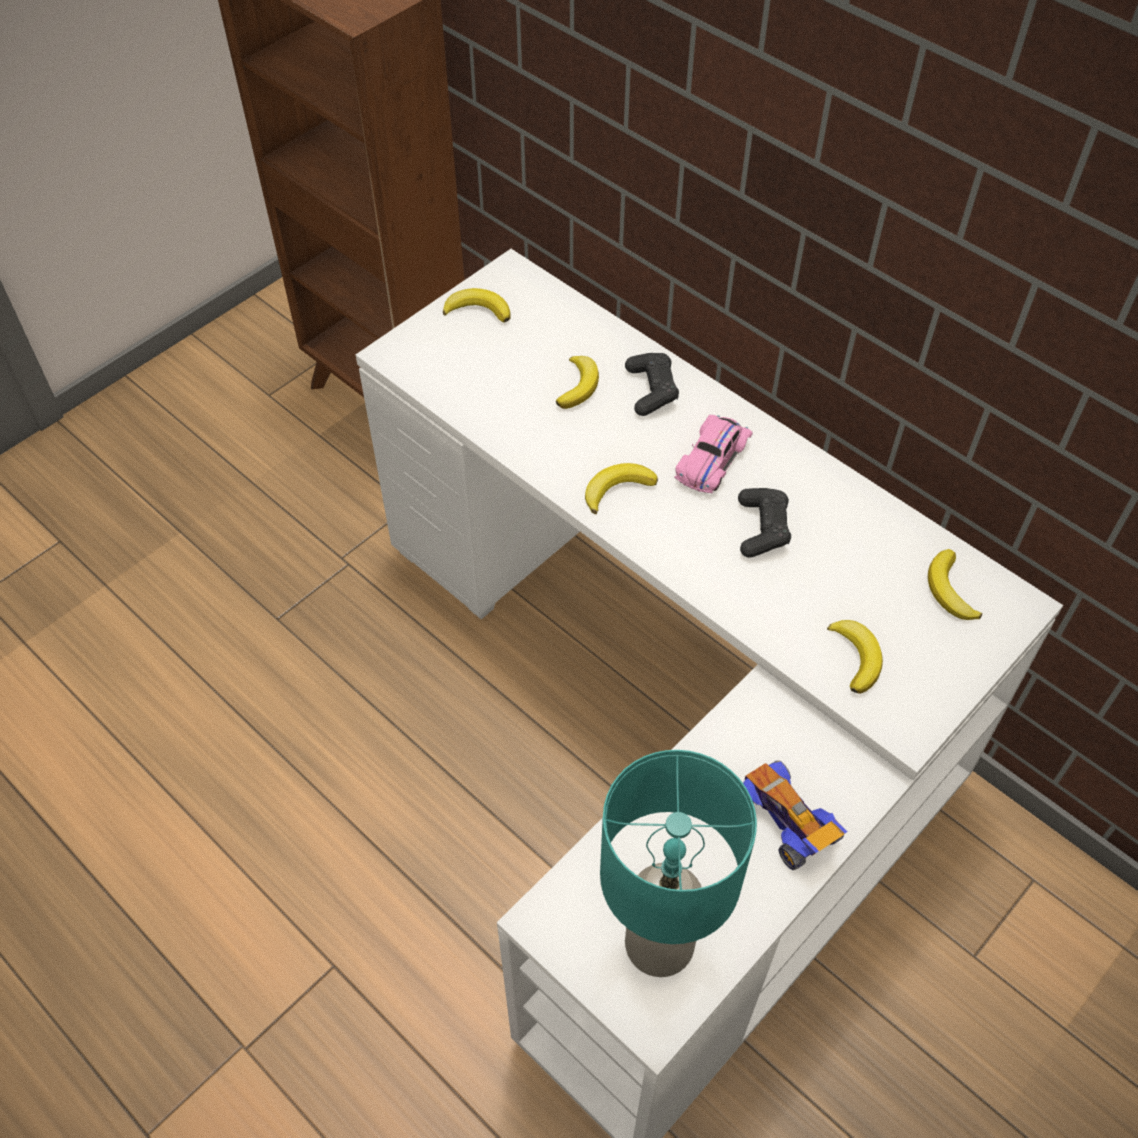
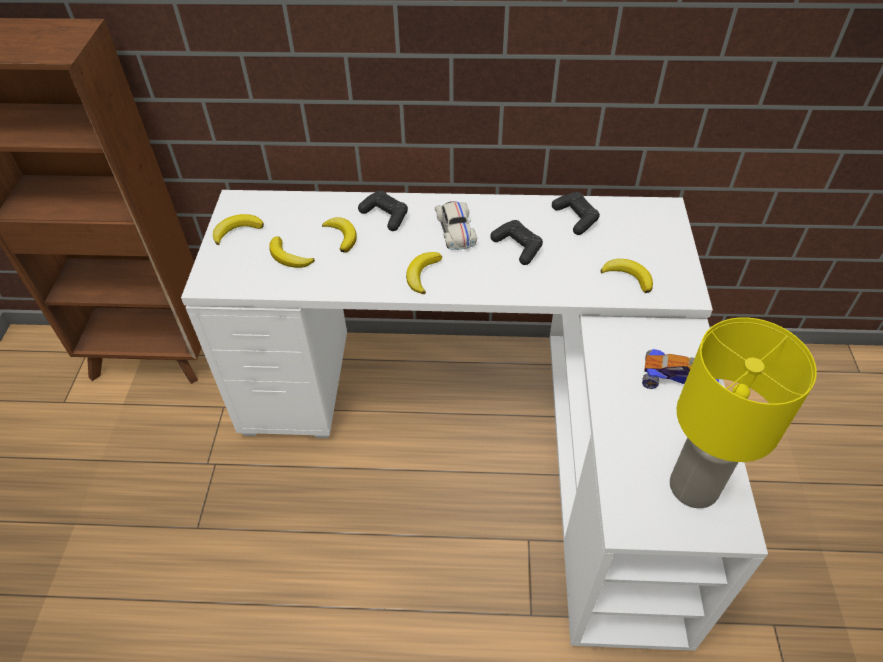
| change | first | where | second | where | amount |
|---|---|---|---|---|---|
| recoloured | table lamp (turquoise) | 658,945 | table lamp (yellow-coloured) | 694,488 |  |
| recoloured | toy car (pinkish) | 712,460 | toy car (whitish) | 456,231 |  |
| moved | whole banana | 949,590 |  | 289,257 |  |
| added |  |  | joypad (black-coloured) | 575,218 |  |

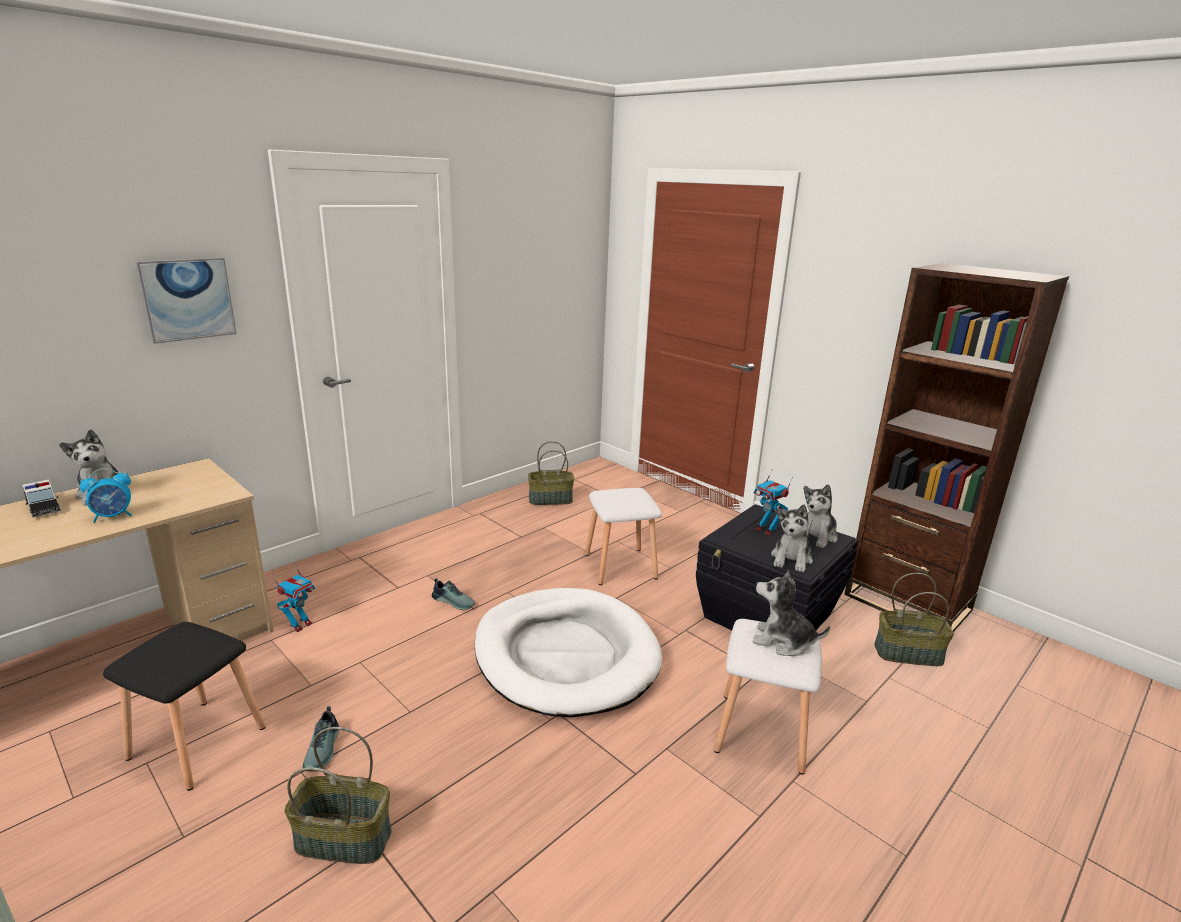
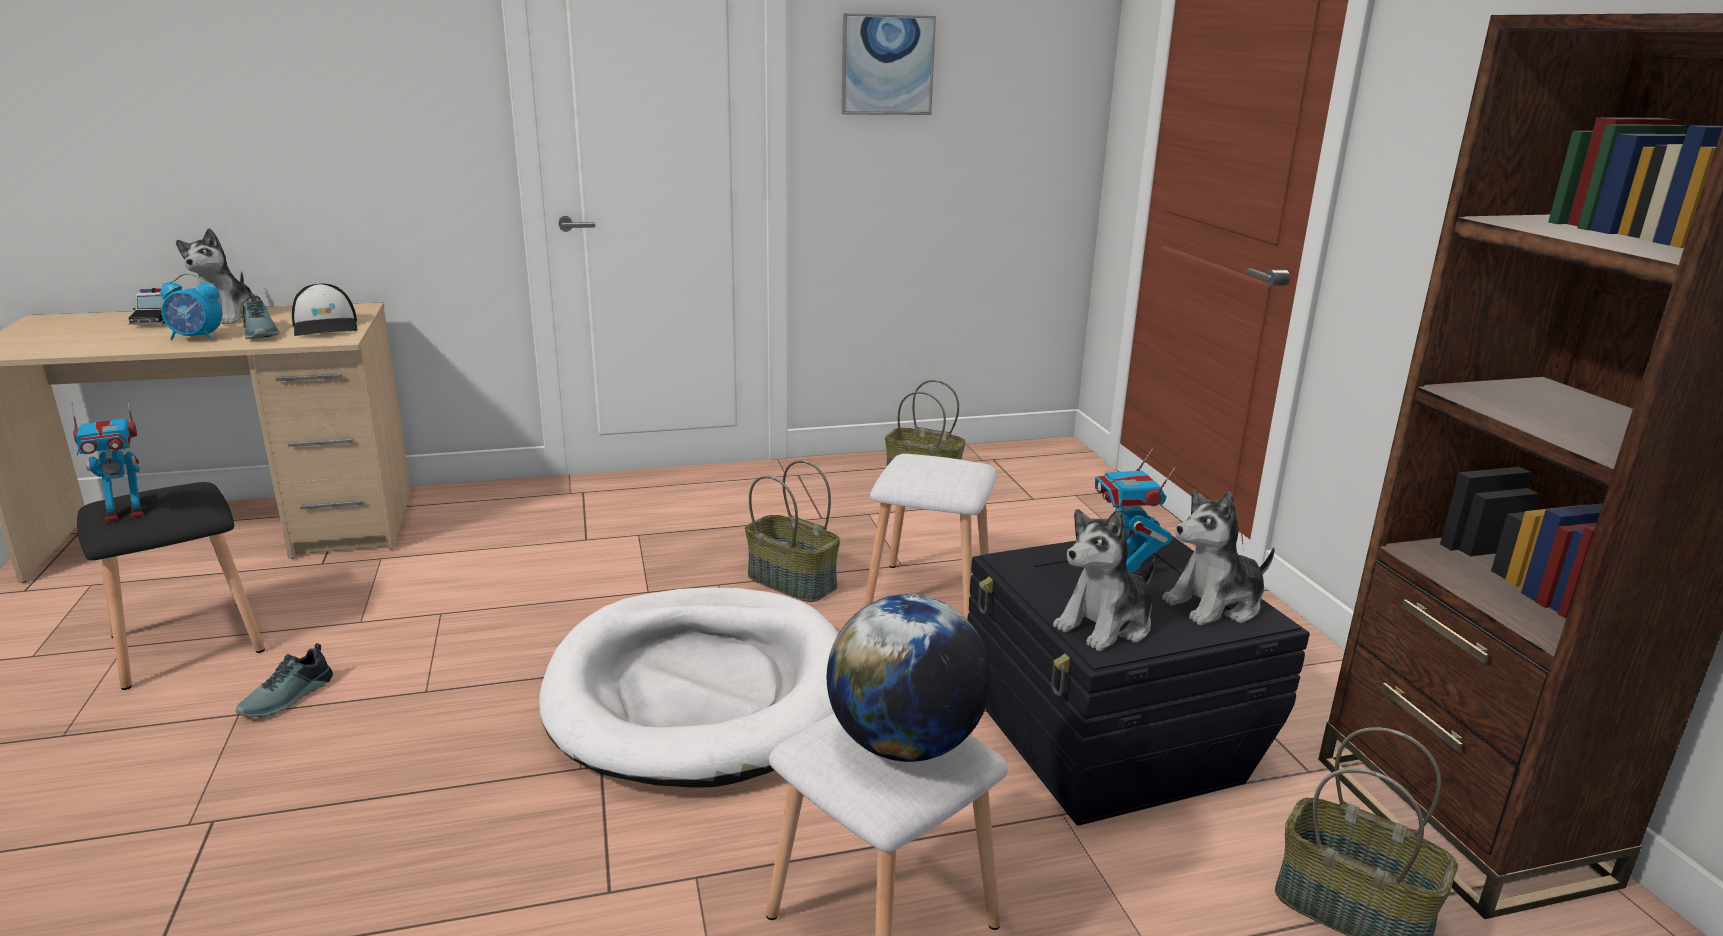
| change | first | where | second | where | amount |
|---|---|---|---|---|---|
| moved | wall art | 187,299 |  | 887,65 |  |
| moved | model robot | 300,625 |  | 125,513 |  |
| moved | household basket | 345,838 |  | 793,581 |  |
| moved | shoe | 454,601 |  | 262,332 |  |
| replaced | soft toy | 783,641 | world globe | 905,744 |  |
| added |  |  | cap | 326,326 |  |

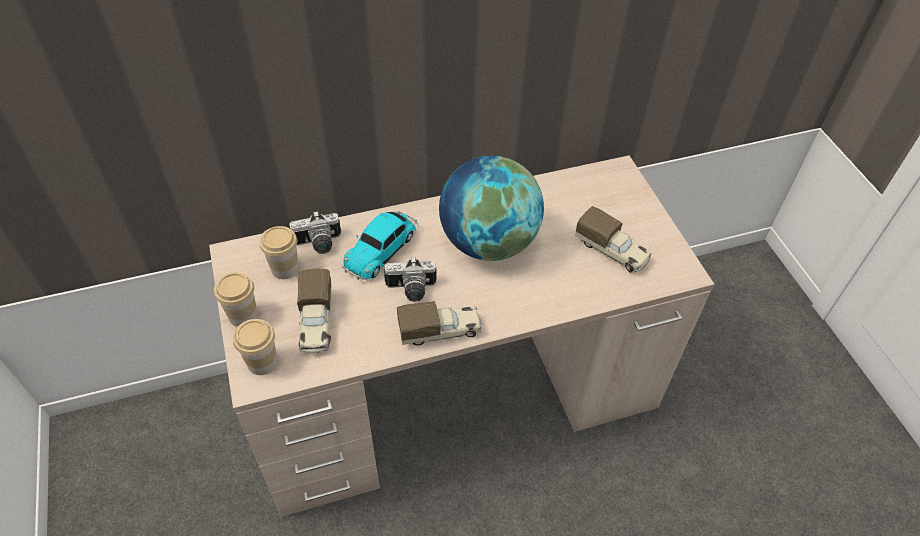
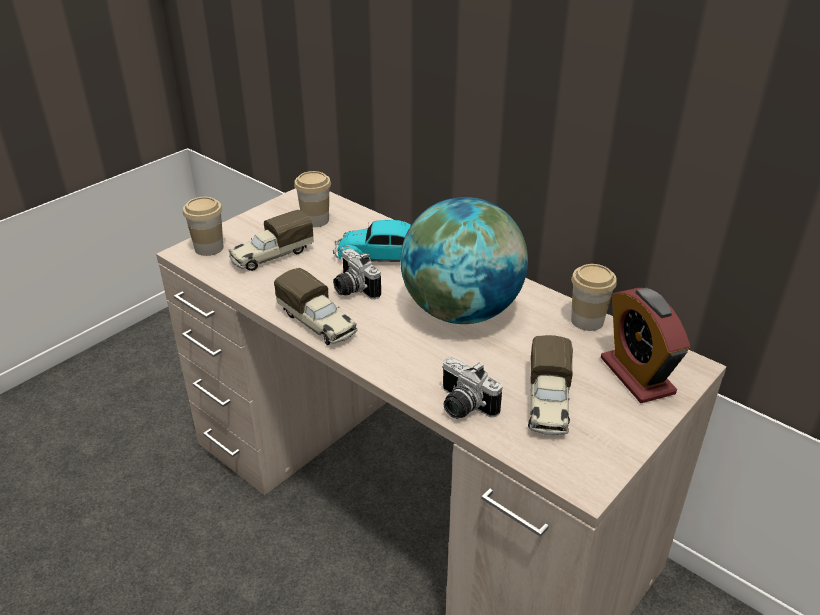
| change | first | where | second | where | amount |
|---|---|---|---|---|---|
| moved | cup | 243,315 |  | 587,321 |  |
| moved | photo camera | 318,244 |  | 462,406 |  |
| added |  |  | table clock | 637,376 |  |

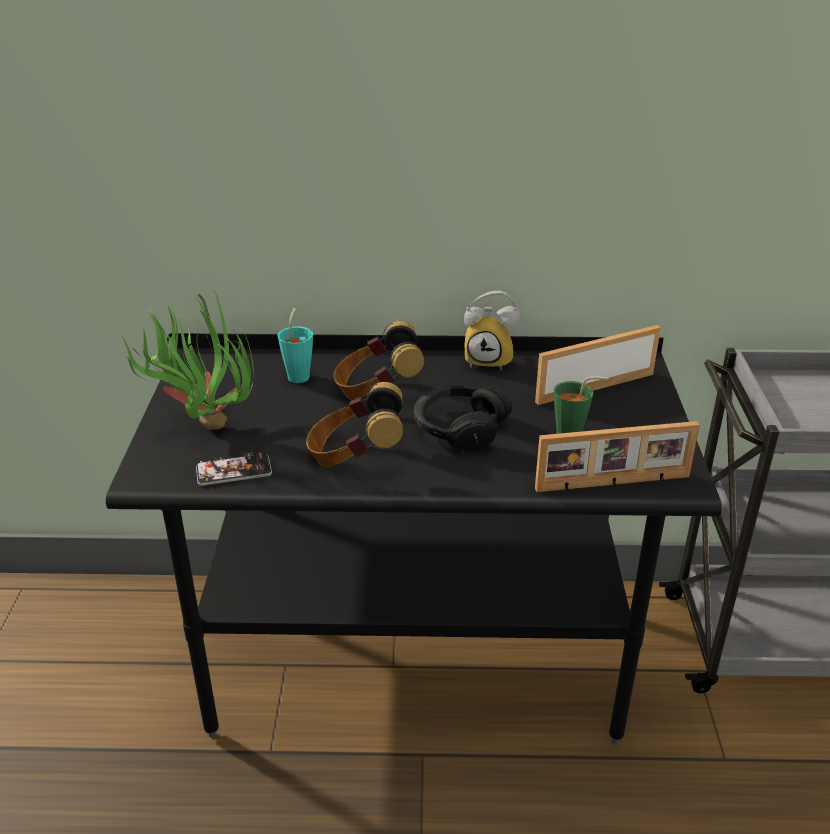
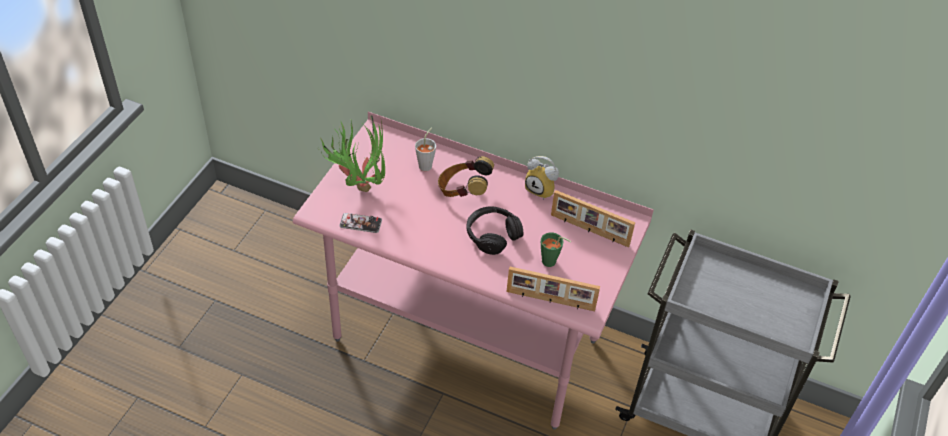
| change | first | where | second | where | amount |
|---|---|---|---|---|---|
| recoloured | desk (black-coloured) | 415,663 | desk (pinkish) | 466,339 |  |
| recoloured | cup (turquoise) | 299,374 | cup (gray) | 427,164 |  |
| removed | headset | 355,457 |  |  |  |
| turned | picture frame | 594,387 |  | 589,230 | 150 degrees counterclockwise |

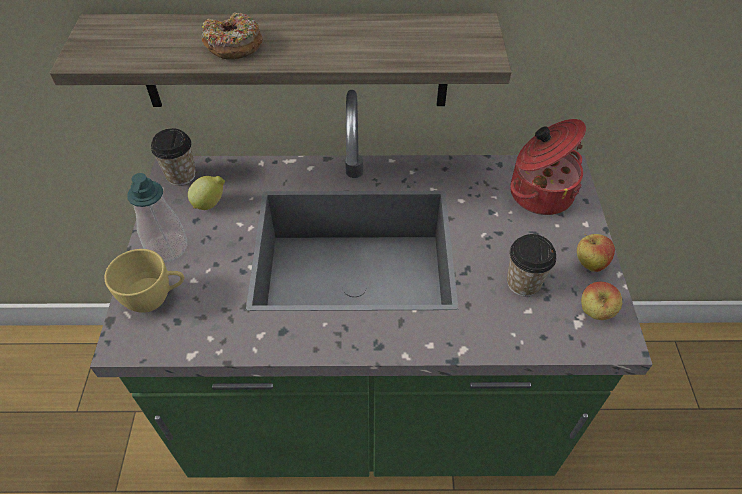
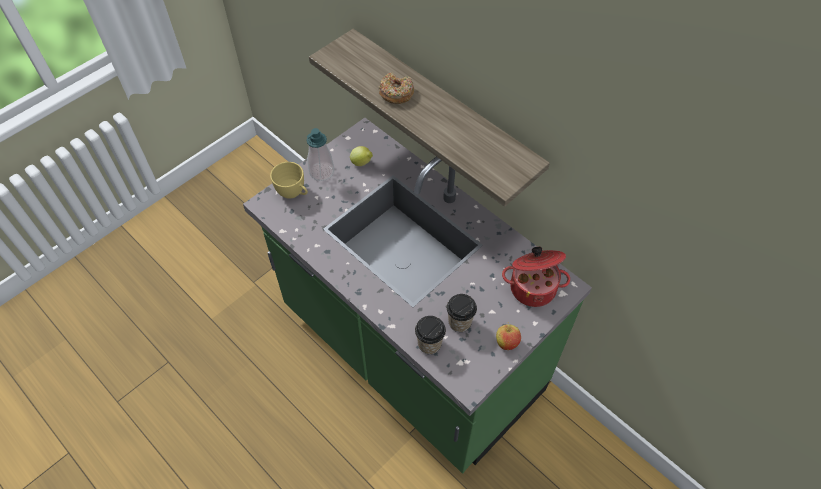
| change | first | where | second | where | amount |
|---|---|---|---|---|---|
| moved | cup | 181,175 |  | 429,344 |  |
| removed | apple fruit | 595,313 |  |  |  |

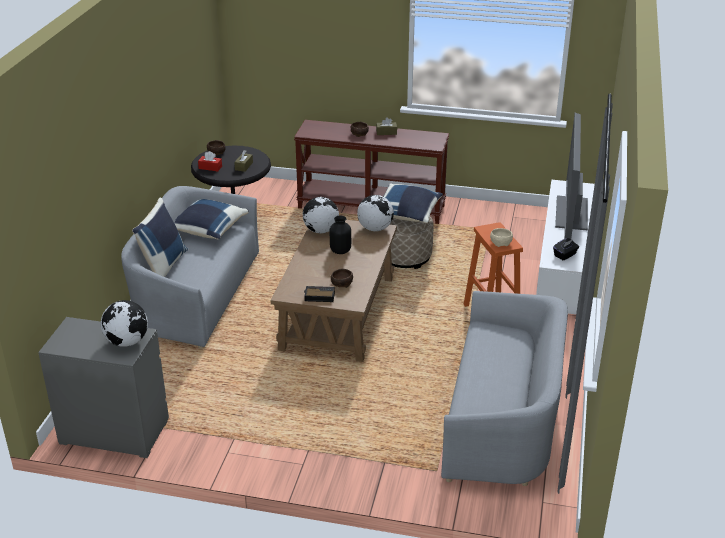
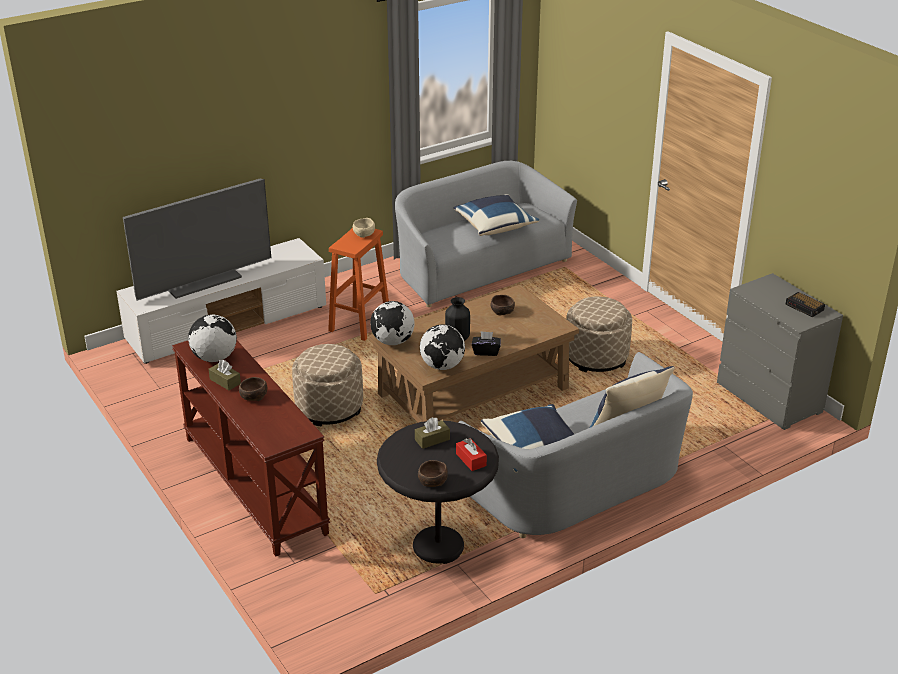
| change | first | where | second | where | amount |
|---|---|---|---|---|---|
| moved | world globe | 127,342 |  | 214,358 |  |
| moved | table clock | 319,296 |  | 805,307 |  |
| moved | pillow (blue-coloured) | 407,215 |  | 494,226 |  |
| moved | tissue holder (black-coloured) | 565,255 |  | 486,351 |  |
| added |  |  | ottoman (beige-coloured) | 596,357 |  |

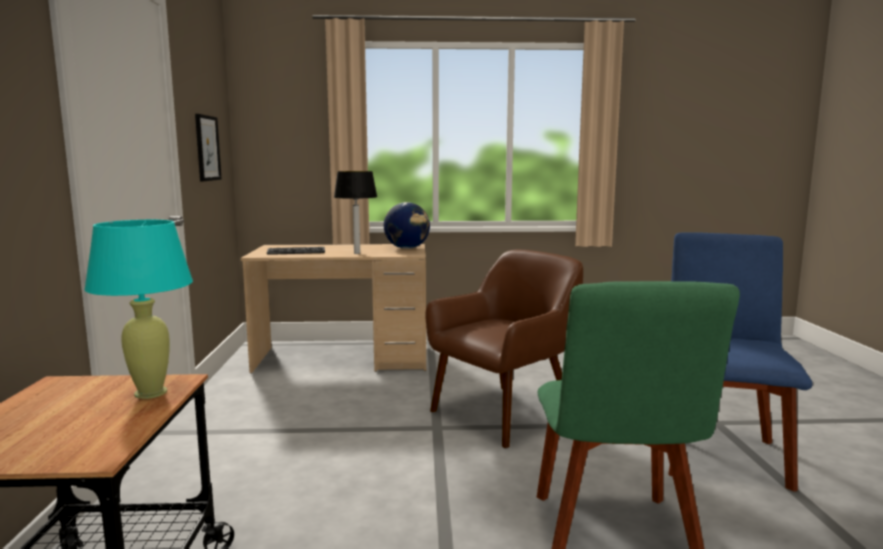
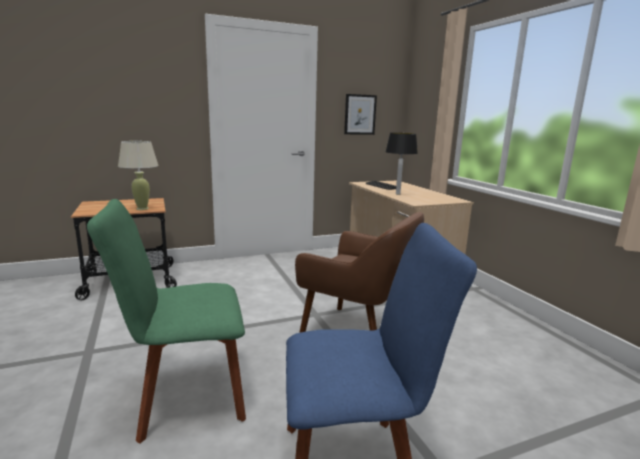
| change | first | where | second | where | amount |
|---|---|---|---|---|---|
| recoloured | table lamp (turquoise) | 151,392 | table lamp (beige-coloured) | 142,208 |  |
| removed | world globe | 407,248 |  |  |  |

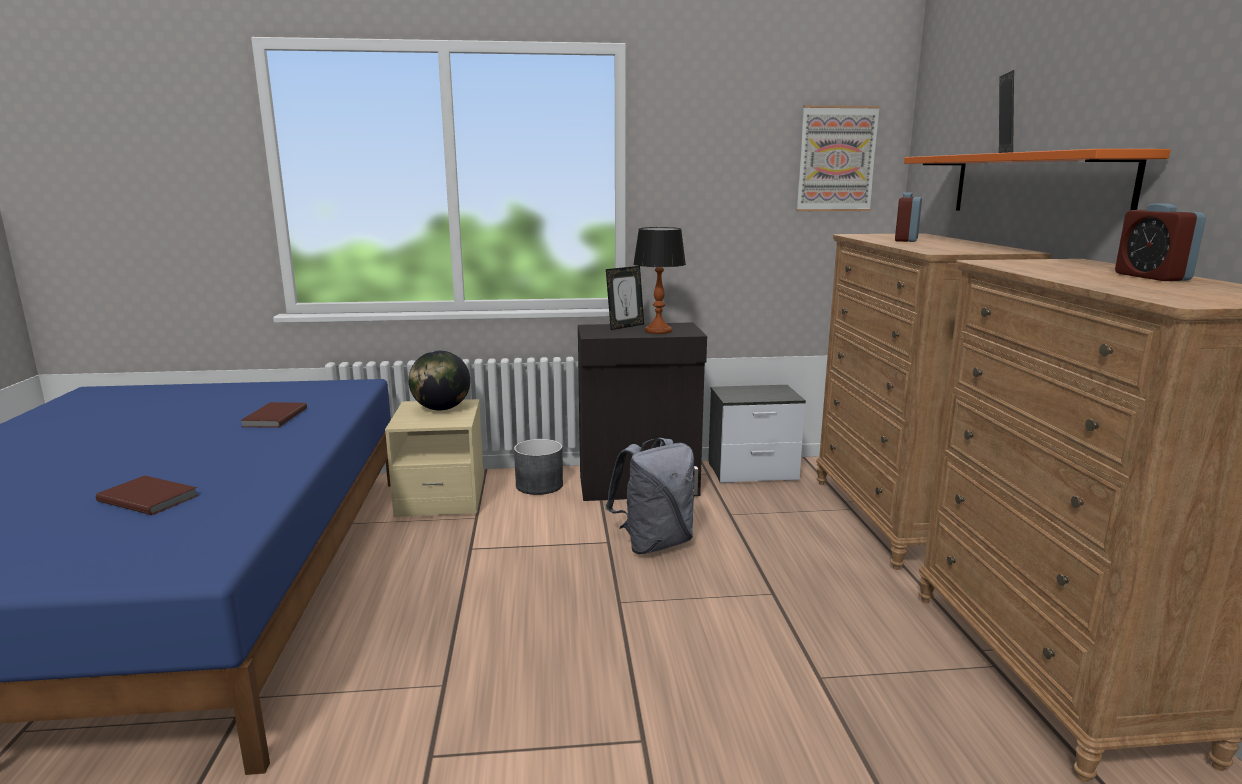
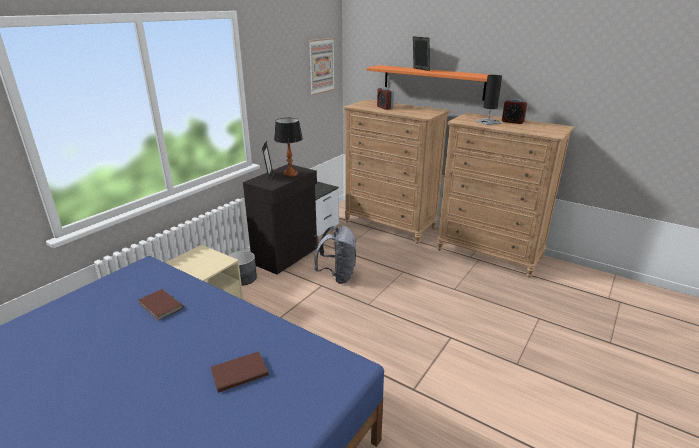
| change | first | where | second | where | amount |
|---|---|---|---|---|---|
| removed | world globe | 441,409 |  |  |  |
| added |  |  | table lamp (black-coloured) | 488,122 |  |

